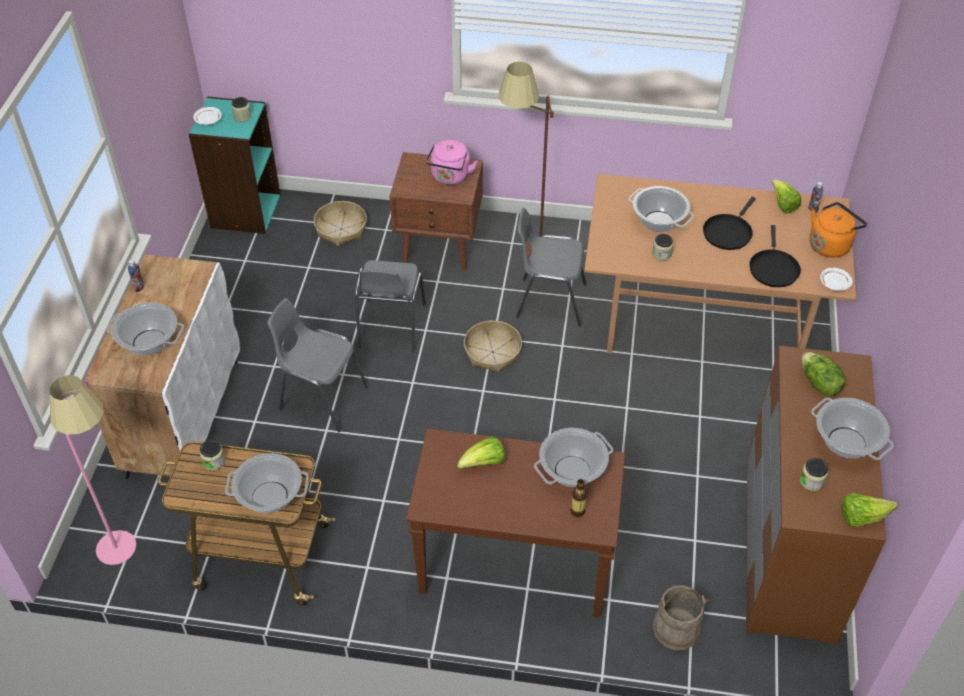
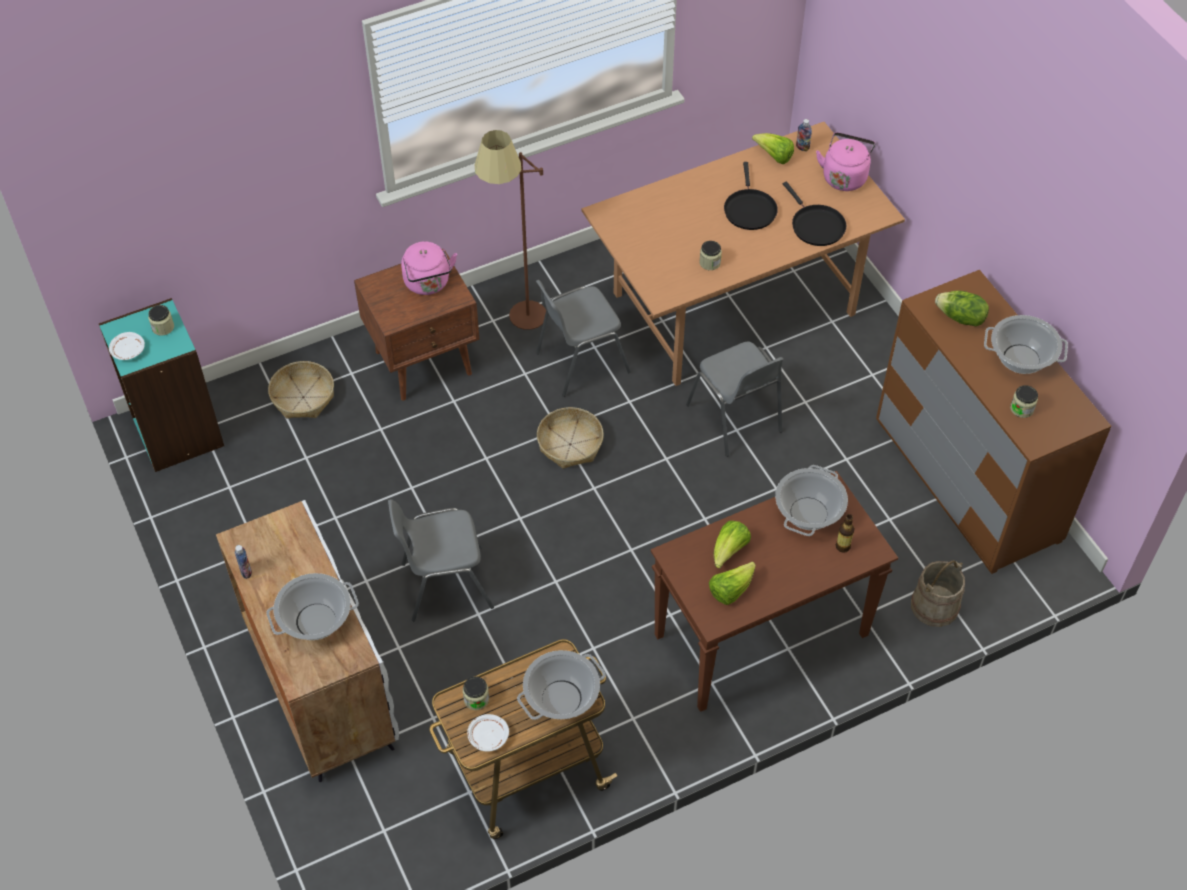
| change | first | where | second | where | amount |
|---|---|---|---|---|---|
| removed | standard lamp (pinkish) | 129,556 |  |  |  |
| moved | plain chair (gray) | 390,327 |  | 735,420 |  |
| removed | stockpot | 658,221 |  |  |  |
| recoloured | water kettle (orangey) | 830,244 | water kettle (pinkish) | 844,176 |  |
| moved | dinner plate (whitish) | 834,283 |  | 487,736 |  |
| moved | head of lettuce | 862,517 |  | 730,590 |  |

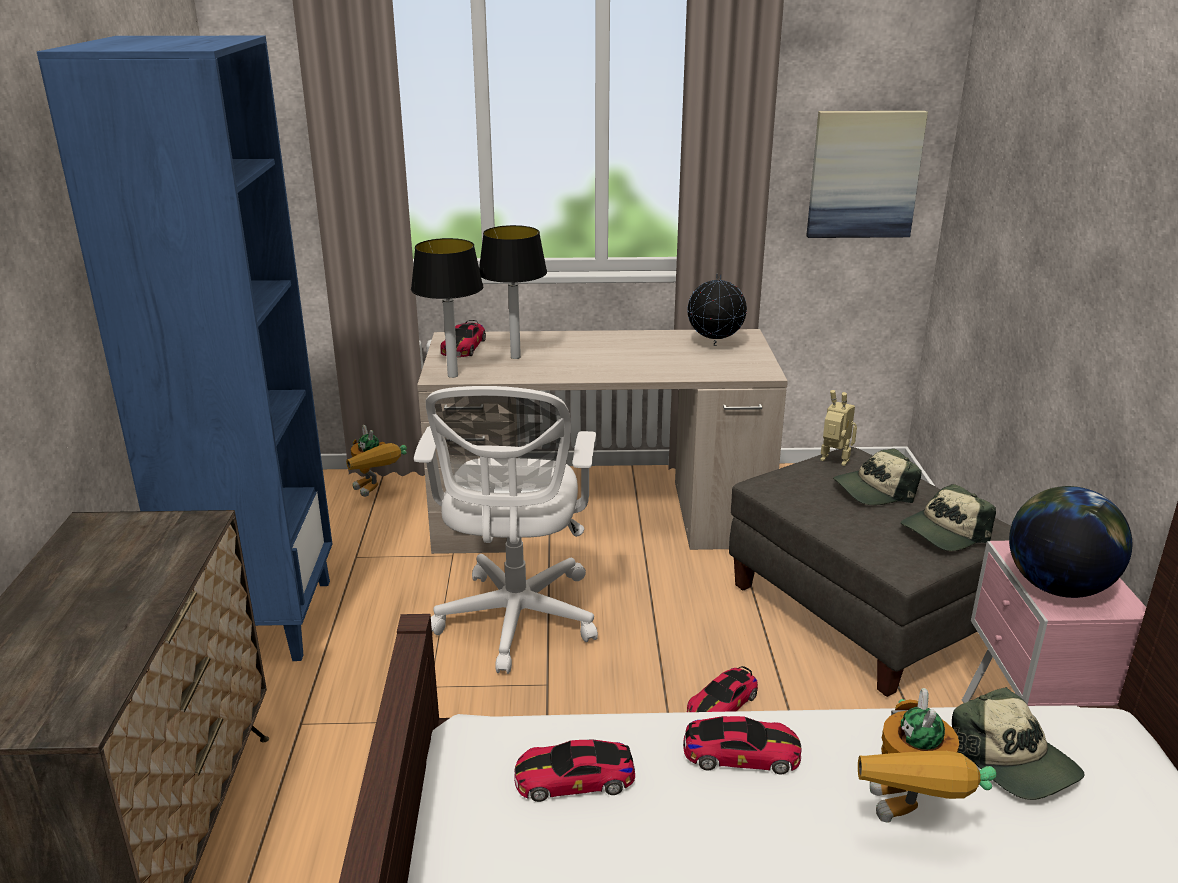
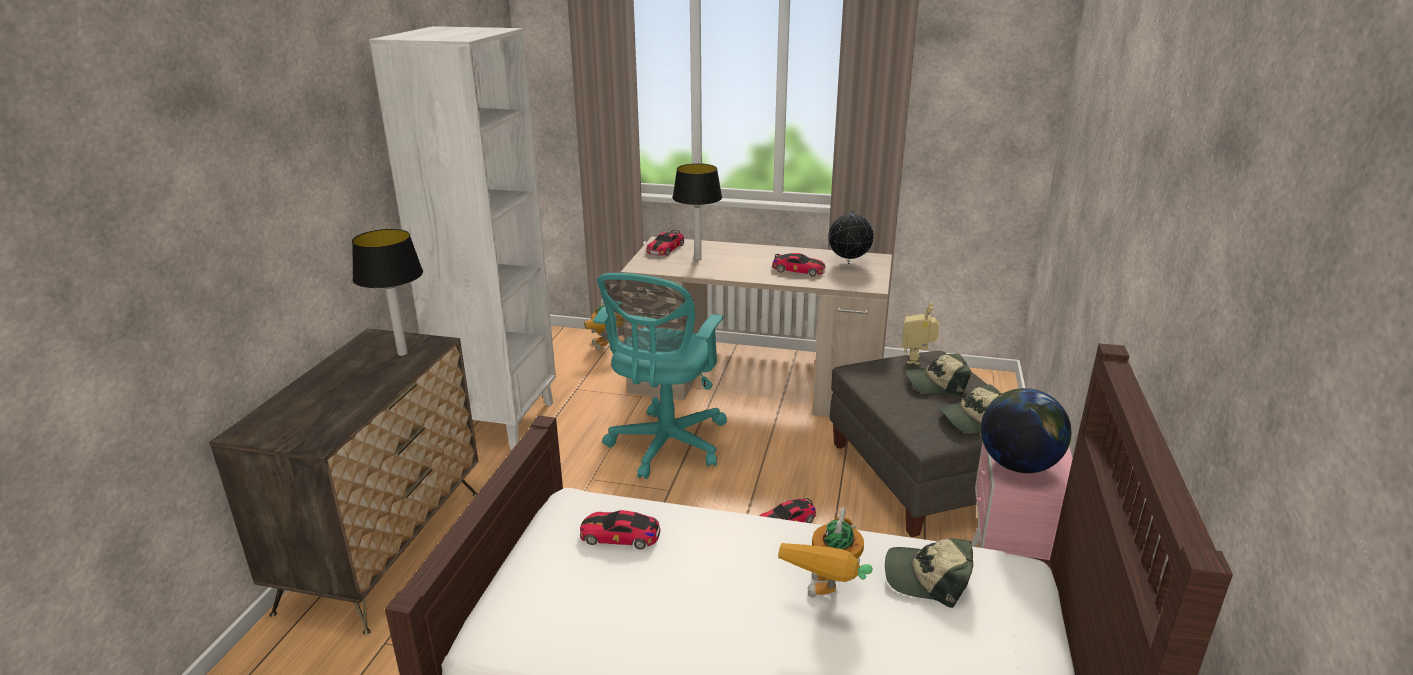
| change | first | where | second | where | amount |
|---|---|---|---|---|---|
| recoloured | shelving unit (blue-coloured) | 260,619 | shelving unit (whitish) | 500,420 |  |
| moved | table lamp | 452,375 |  | 401,353 |  |
| recoloured | computer chair (whitish) | 515,622 | computer chair (turquoise) | 665,446 |  |
| moved | toy car | 741,754 |  | 798,270 |  |
| removed | wall art | 864,174 |  |  |  |
| turned | model robot | 833,462 |  | 917,360 | 120 degrees counterclockwise |
| turned | cap | 1013,762 |  | 927,577 | 120 degrees clockwise |

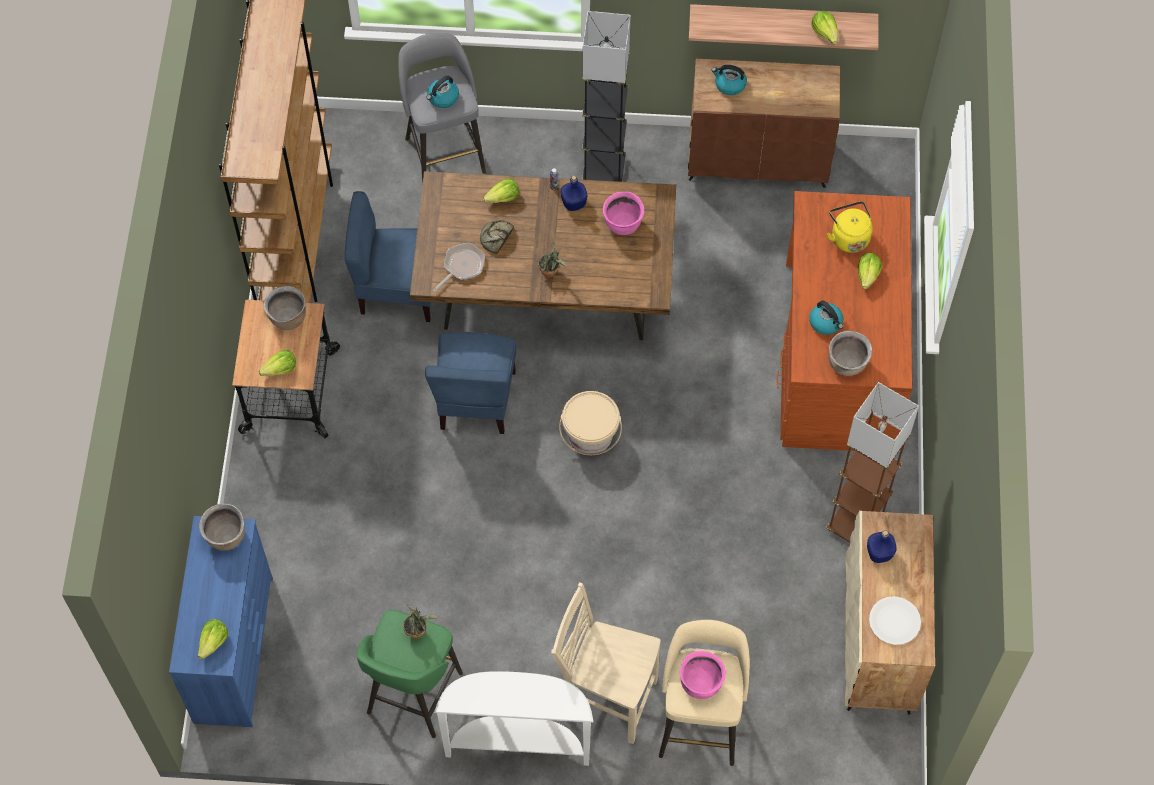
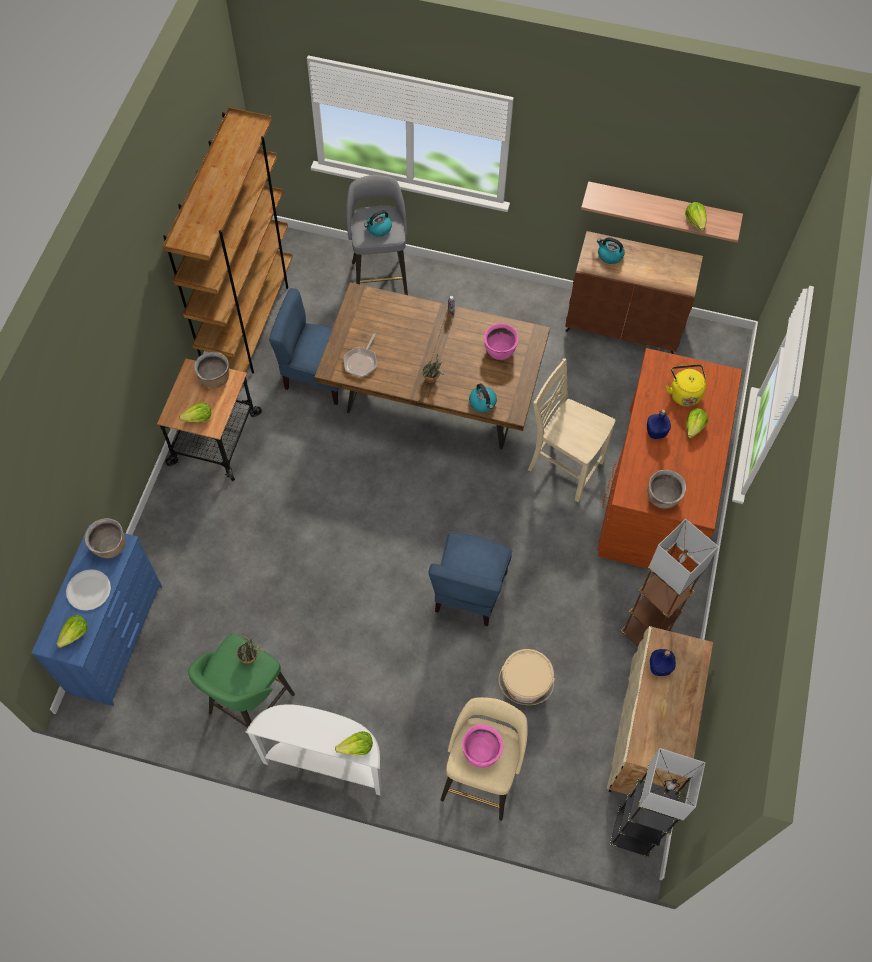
| change | first | where | second | where | amount |
|---|---|---|---|---|---|
| moved | plain chair (blue-coloured) | 476,400 |  | 469,592 |  |
| turned | pan | 462,266 |  | 361,361 | 150 degrees clockwise |
| removed | bread | 496,238 |  |  |  |
| moved | head of lettuce | 503,198 |  | 356,747 |  |
| moved | plain chair (beige-coloured) | 606,696 |  | 563,466 |  |
| moved | pail (beige-coloured) | 590,435 |  | 525,685 |  |
| moved | drink bottle (blue-coloured) | 574,203 |  | 656,432 |  |
| moved | standard lamp (black-coloured) | 603,171 |  | 632,832 |  |
| moved | water kettle | 826,323 |  | 483,403 |  |
| moved | dinner plate (whitish) | 894,621 |  | 89,590 |  |

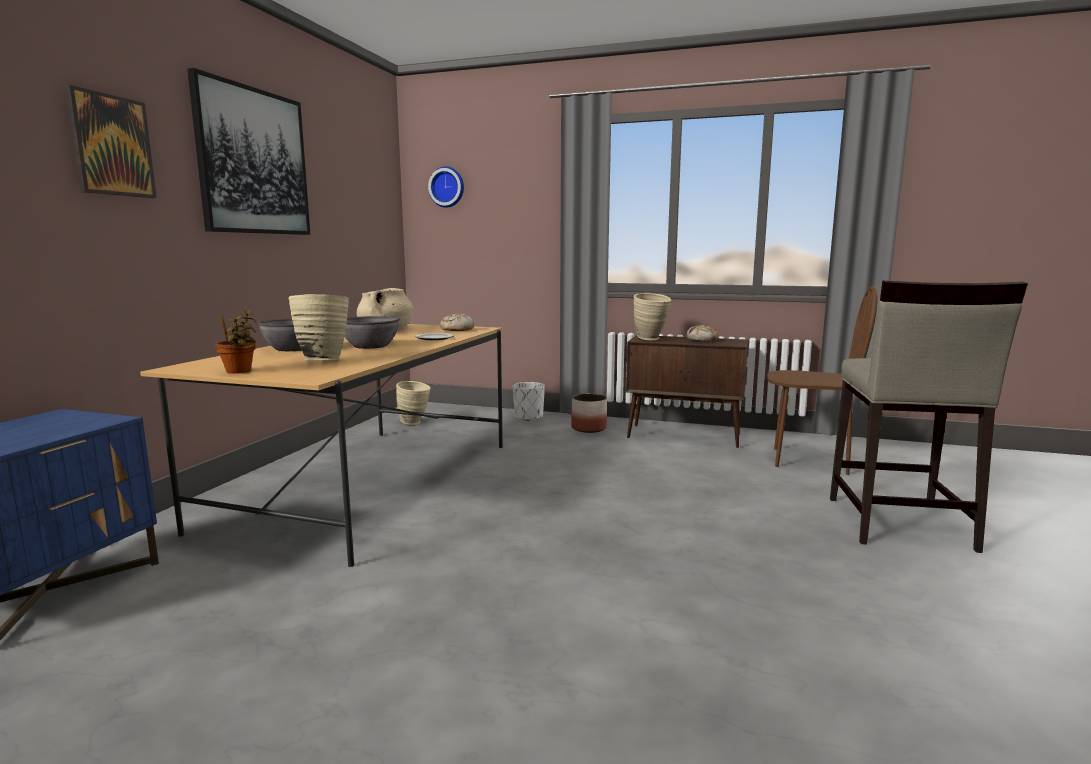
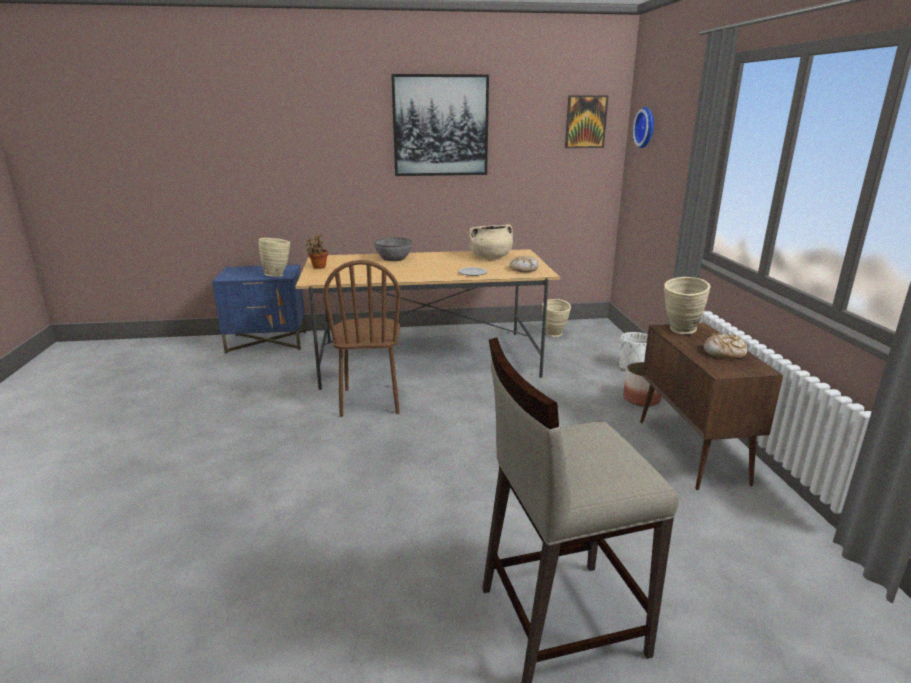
| change | first | where | second | where | amount |
|---|---|---|---|---|---|
| moved | wall art | 111,145 |  | 585,122 |  |
| moved | flower vase (beige-coloured) | 322,361 |  | 278,275 |  |
| removed | bowl (gray) | 370,346 |  |  |  |
| moved | plain chair (brown) | 809,460 |  | 370,401 |  |

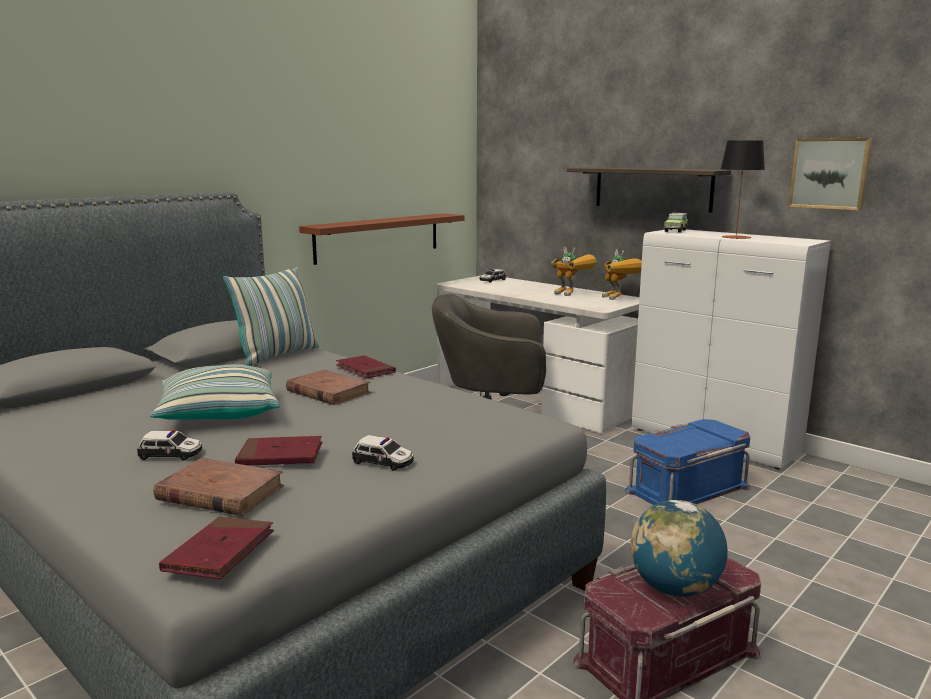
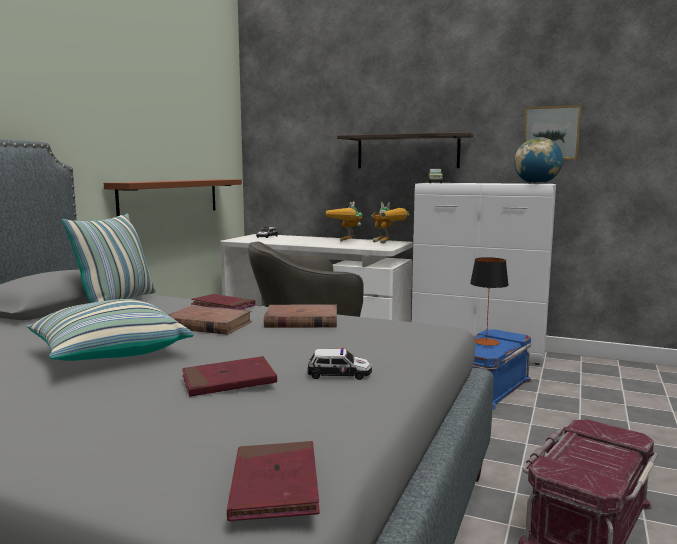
| change | first | where | second | where | amount |
|---|---|---|---|---|---|
| removed | toy car | 171,454 |  |  |  |
| moved | book (brown) | 220,493 |  | 301,321 |  |
| turned | model robot | 573,294 |  | 348,241 | 90 degrees clockwise |
| moved | world globe | 674,588 |  | 537,184 |  |
| moved | table lamp | 736,237 |  | 486,342 |  |

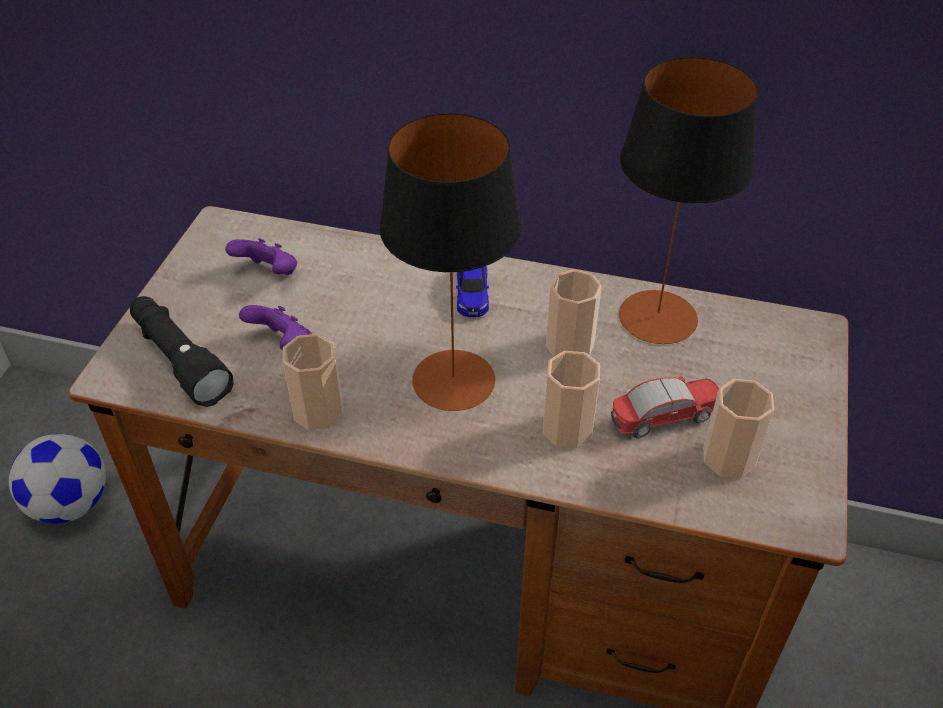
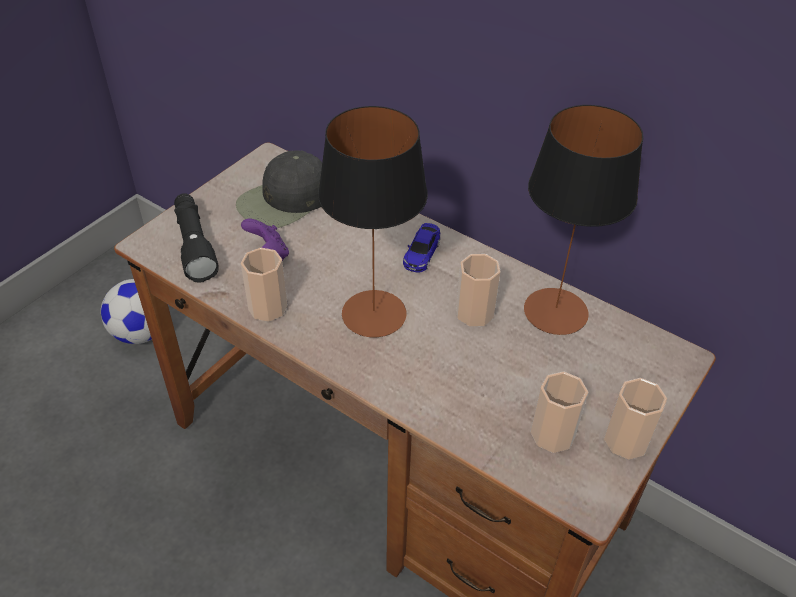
| change | first | where | second | where | amount |
|---|---|---|---|---|---|
| replaced | joypad (purplish) | 268,273 | cap (black-coloured) | 284,201 |  |
| moved | cup | 567,428 |  | 626,441 |  |
| removed | toy car | 662,418 |  |  |  |

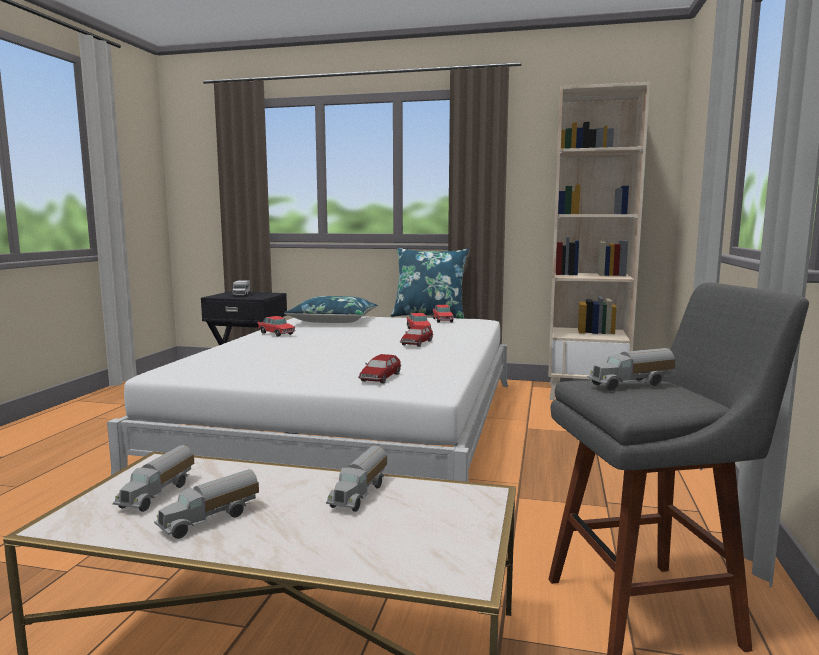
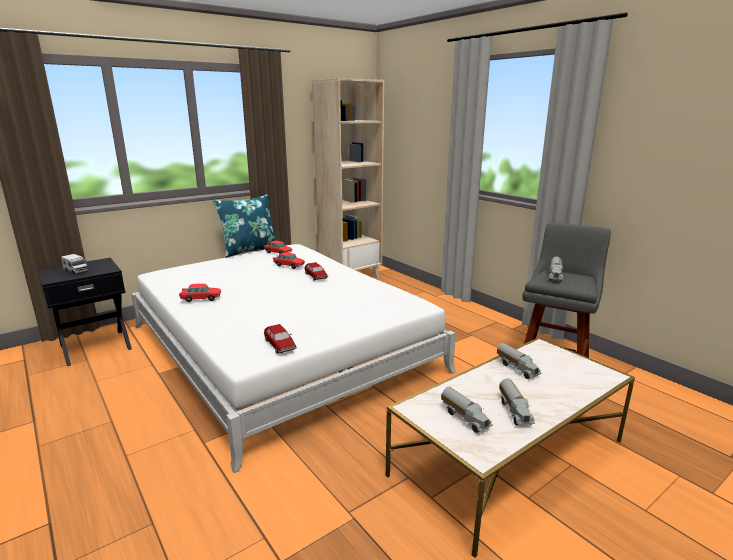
| change | first | where | second | where | amount |
|---|---|---|---|---|---|
| removed | pillow (blue-coloured) | 333,321 |  |  |  |
| moved | toy car | 380,378 |  | 280,345 |  |

